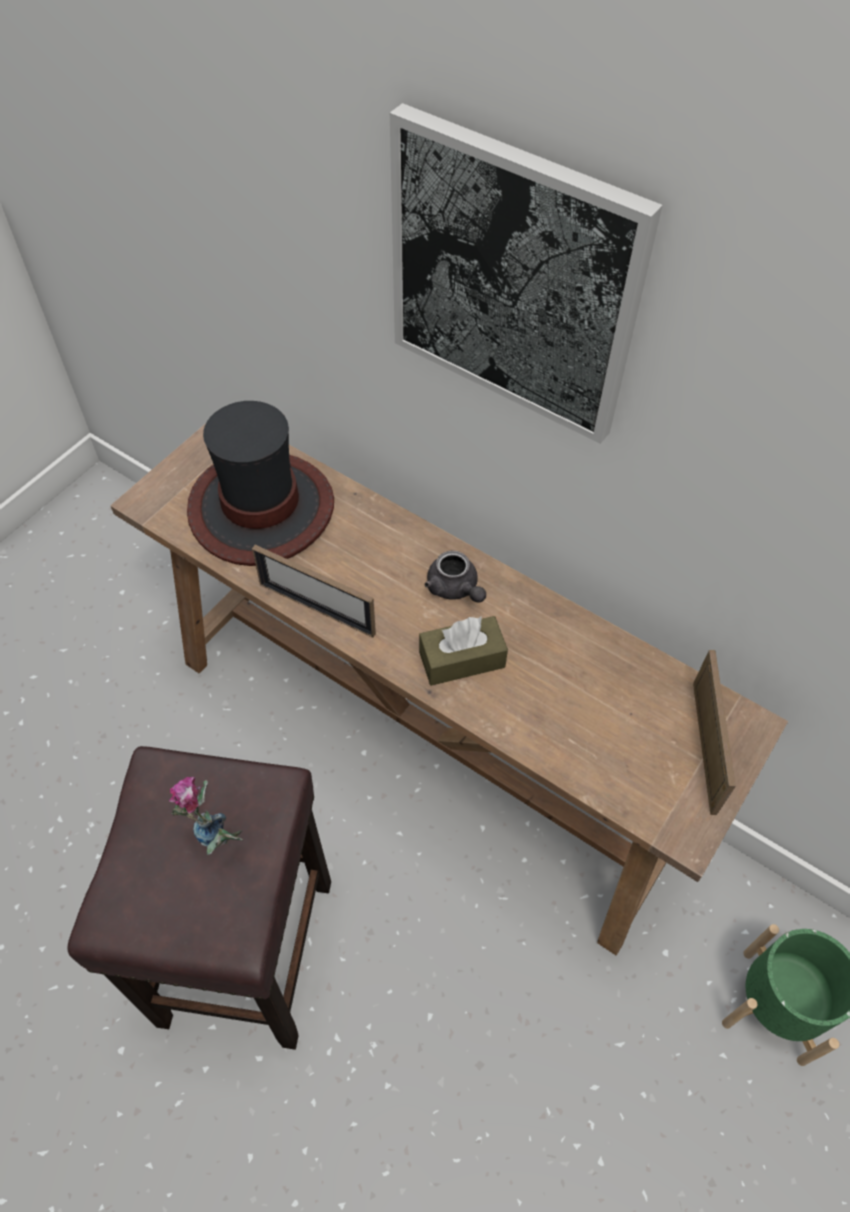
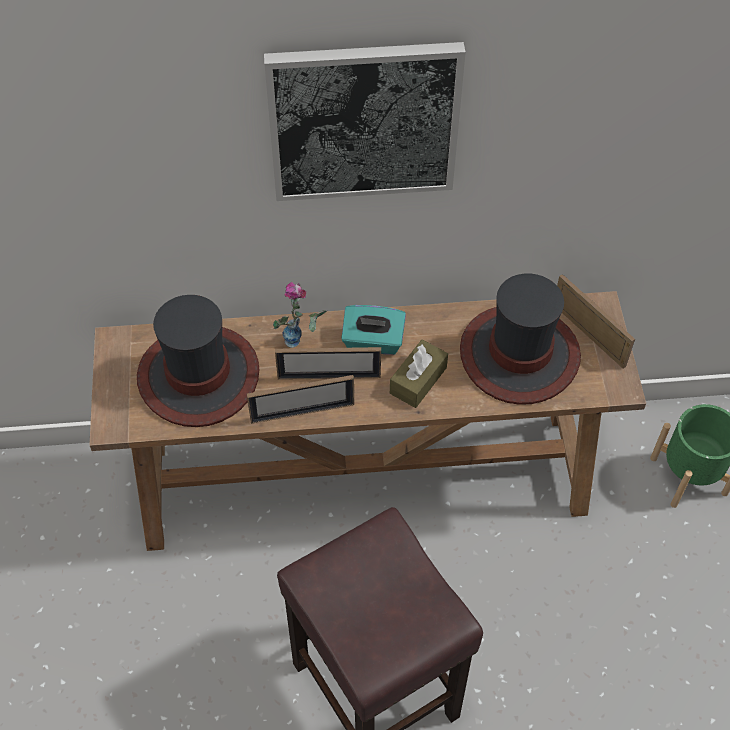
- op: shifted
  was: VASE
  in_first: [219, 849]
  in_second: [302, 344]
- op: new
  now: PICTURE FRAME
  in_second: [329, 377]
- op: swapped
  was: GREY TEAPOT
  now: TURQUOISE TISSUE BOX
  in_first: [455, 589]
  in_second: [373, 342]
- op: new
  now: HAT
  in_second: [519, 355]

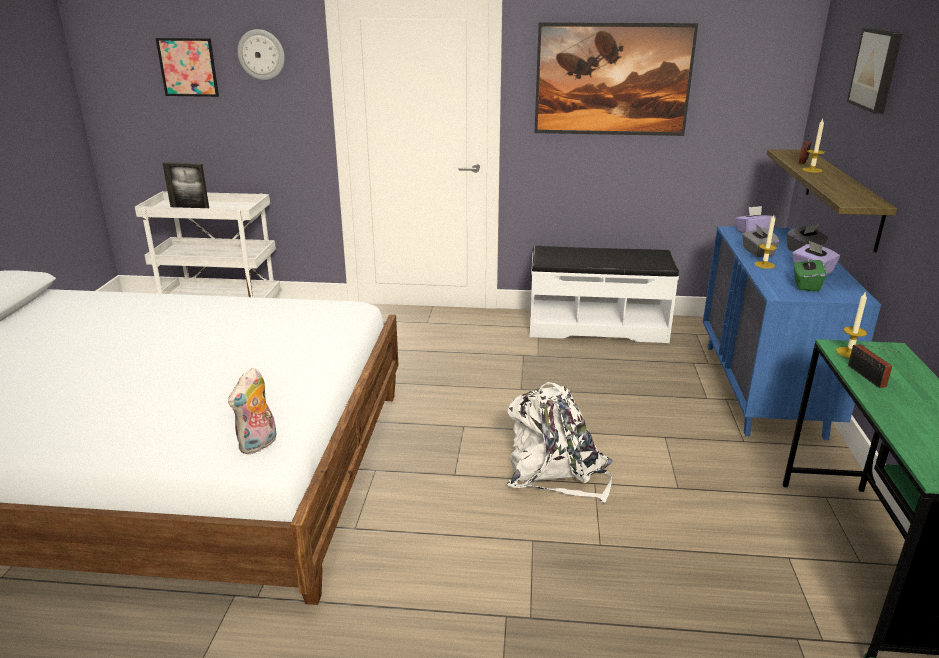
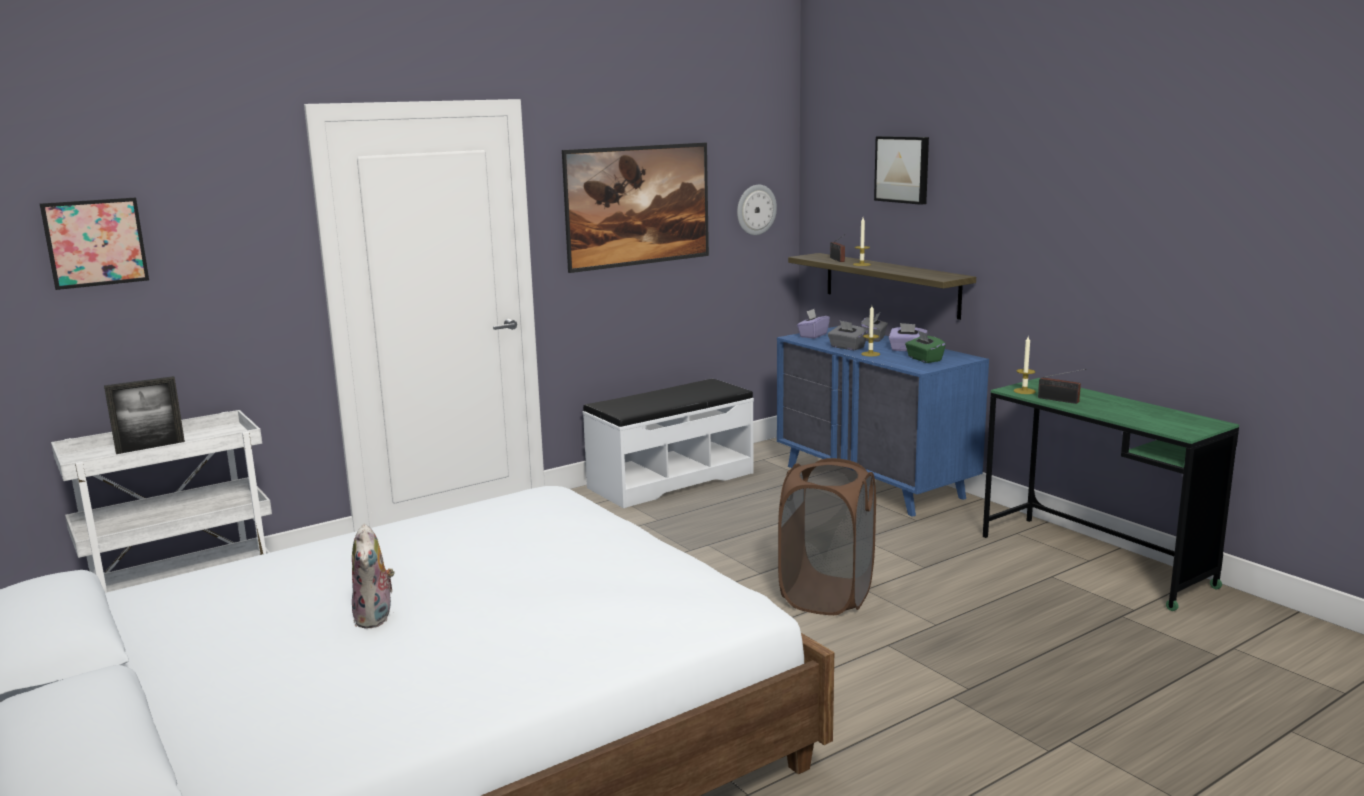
- op: shifted
  was: PLUSH TOY
  in_first: [258, 445]
  in_second: [376, 618]
- op: shifted
  was: WALL CLOCK
  in_first: [261, 54]
  in_second: [755, 209]
- op: swapped
  was: WHITE BACKPACK
  now: BROWN LAUNDRY BASKET
  in_first: [555, 473]
  in_second: [827, 596]

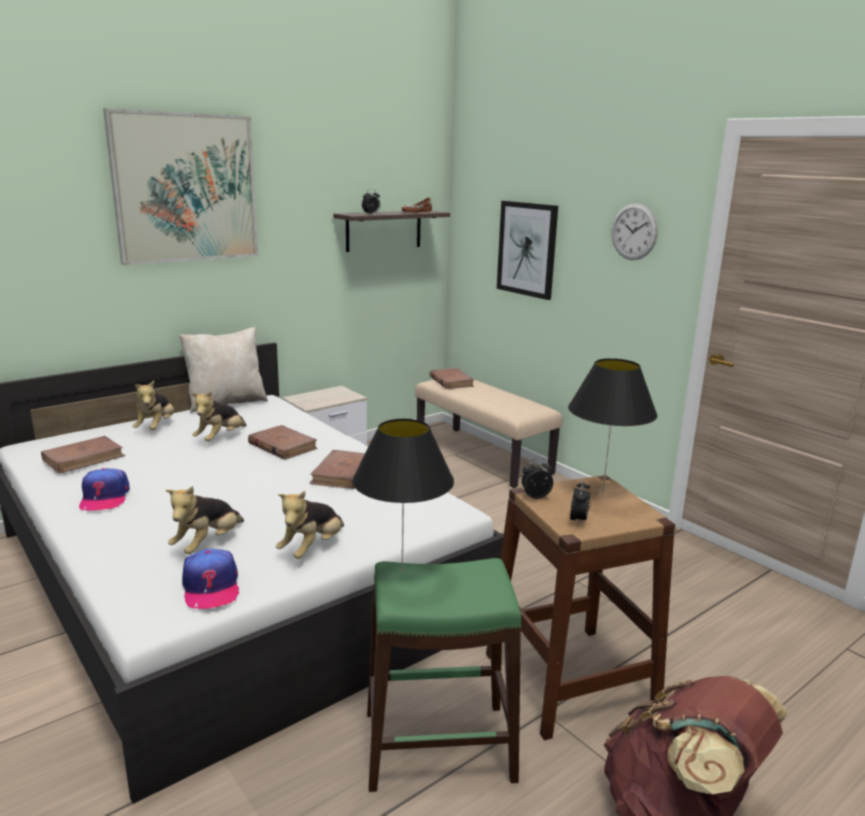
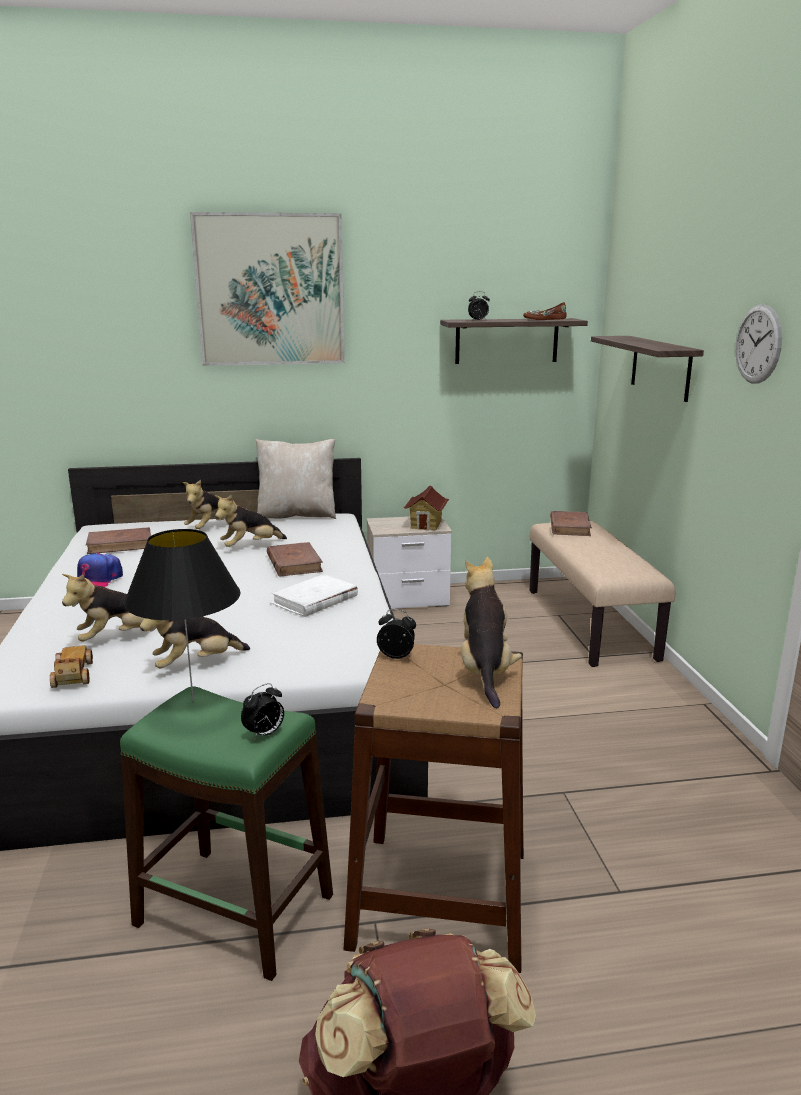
- op: swapped
  was: CAP
  now: TOY CAR
  in_first: [211, 587]
  in_second: [72, 675]
- op: shifted
  was: ALARM CLOCK
  in_first: [578, 520]
  in_second: [264, 734]
- op: repainted
  was: BROWN BOOK
  now: WHITE BOOK
  in_first: [343, 473]
  in_second: [314, 600]
- op: new
  now: TOY HOUSE
  in_second: [426, 525]
- op: swapped
  was: BLACK TABLE LAMP
  now: PLUSH TOY
  in_first: [603, 493]
  in_second: [485, 671]
- op: swapped
  was: PICTURE
  now: SHELF
  in_first: [527, 249]
  in_second: [660, 367]

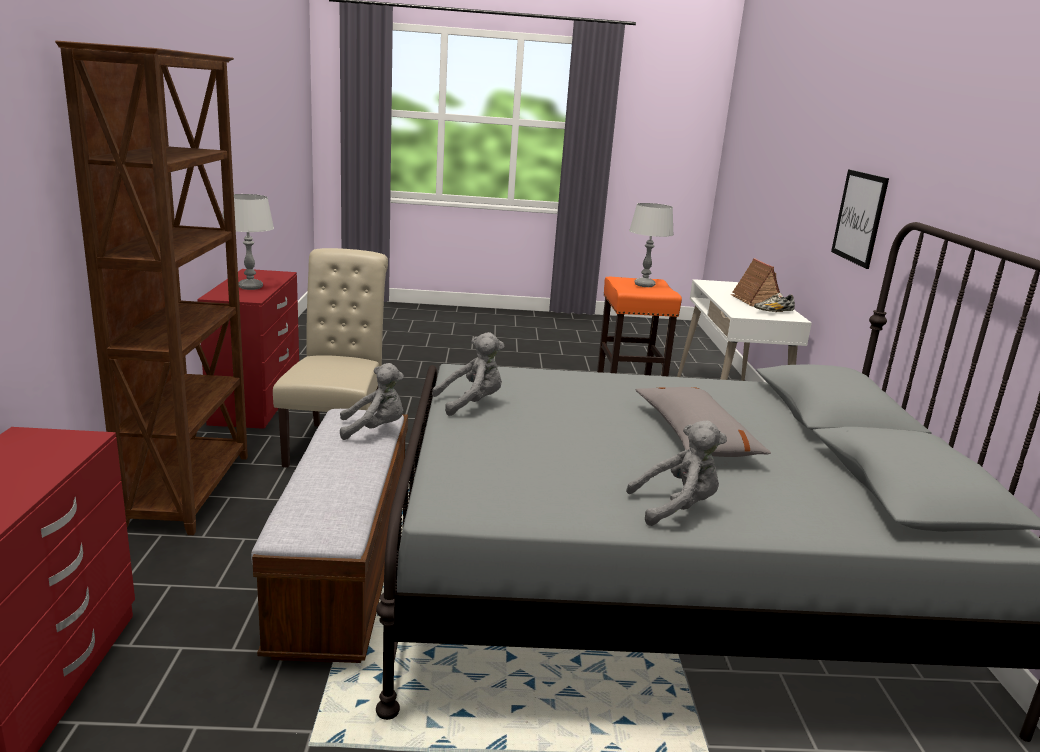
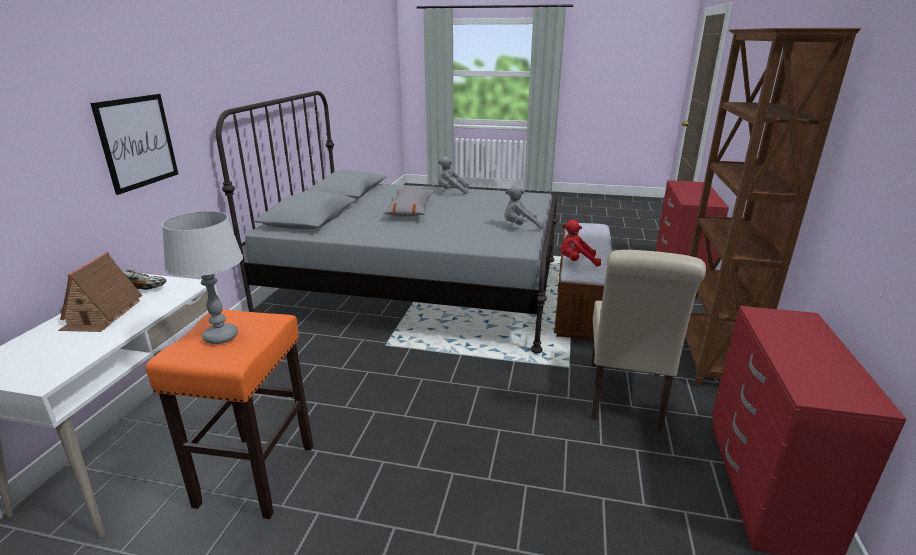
- op: repainted
  was: GREY PLUSH TOY
  now: RED PLUSH TOY
  in_first: [375, 429]
  in_second: [576, 262]
- op: gone
  was: GREY TABLE LAMP
  in_first: [250, 287]

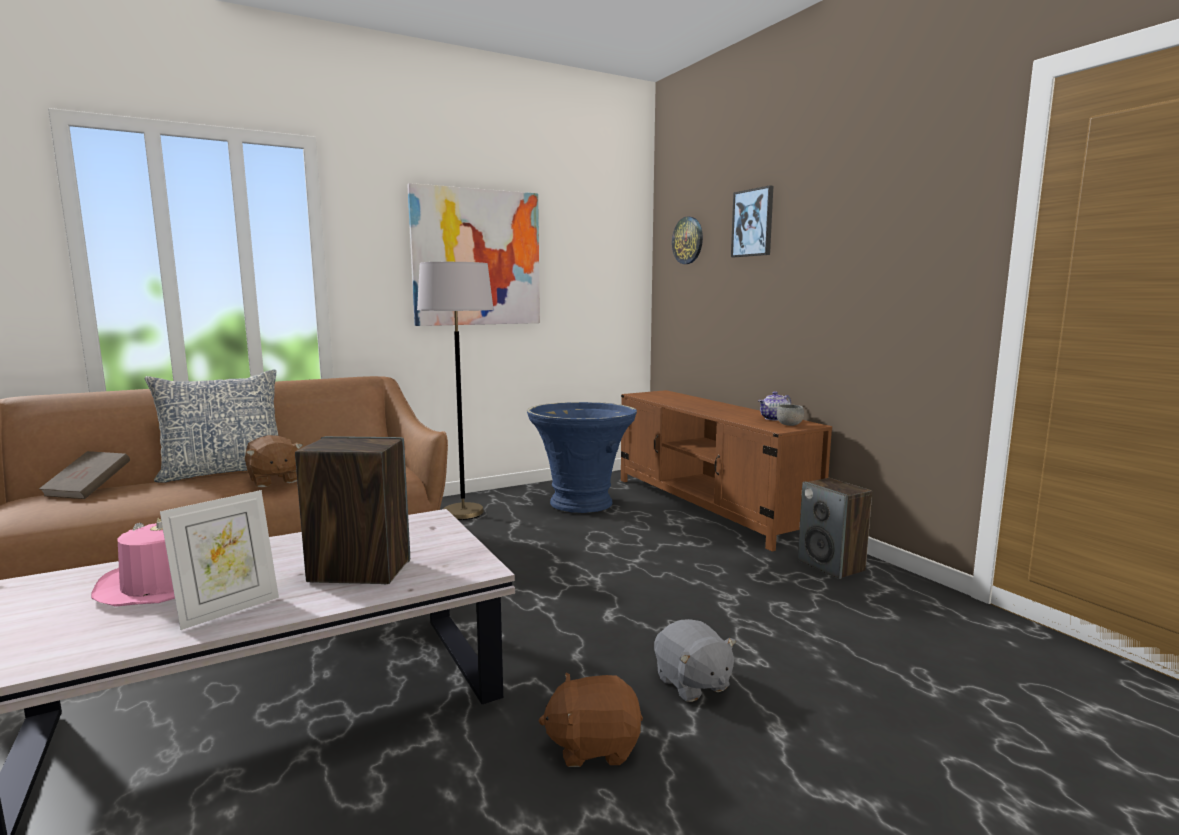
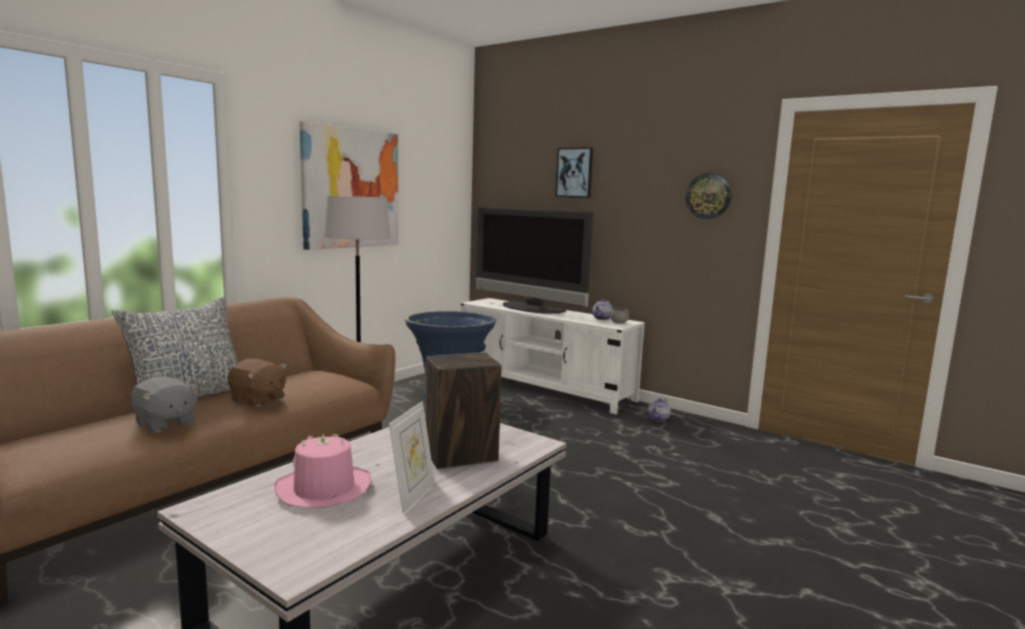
- op: shifted
  was: GREY PLUSH TOY
  in_first: [692, 683]
  in_second: [165, 423]
- op: repainted
  was: BROWN TV STAND
  now: WHITE TV STAND
  in_first: [709, 505]
  in_second: [544, 387]
- op: new
  now: TELEVISION
  in_second: [529, 308]
- op: swapped
  was: SPEAKER
  now: TEAPOT
  in_first: [831, 566]
  in_second: [658, 419]
- op: shifted
  was: WALL CLOCK
  in_first: [688, 240]
  in_second: [708, 196]
- op: gone
  was: BROWN BOOK
  in_first: [89, 490]
- op: gone
  was: BROWN PLUSH TOY
  in_first: [593, 745]

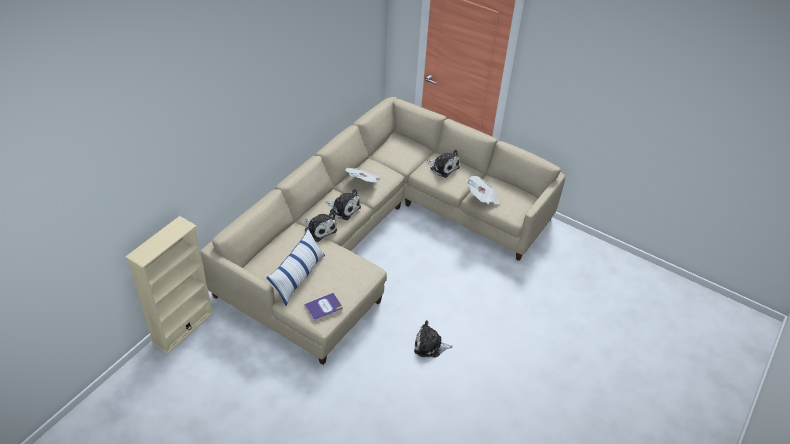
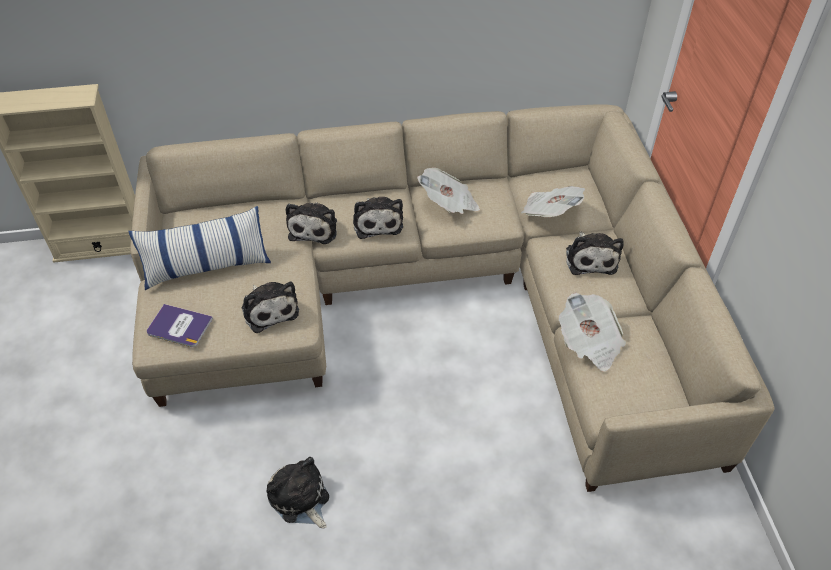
- op: new
  now: PLUSH TOY
  in_second: [269, 309]
- op: new
  now: NEWSPAPER
  in_second: [550, 212]

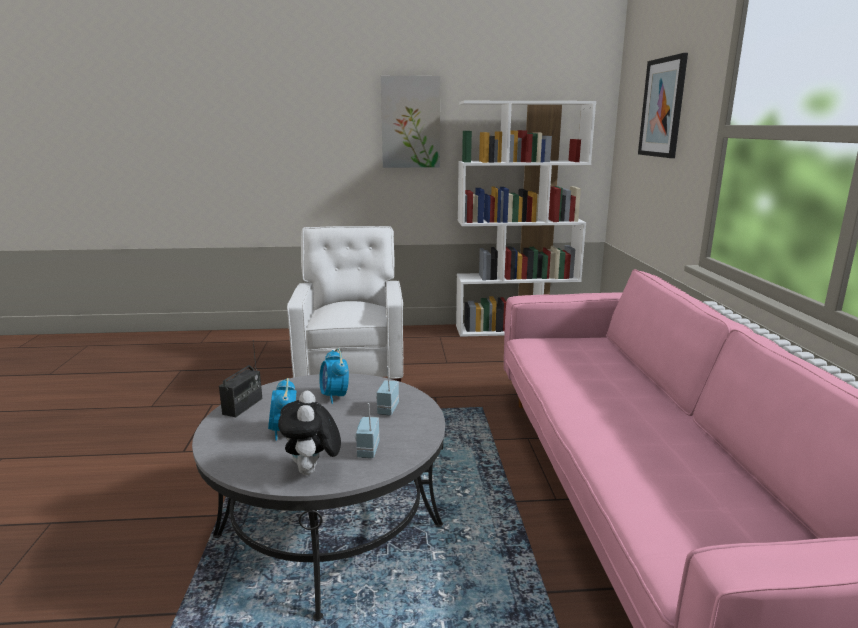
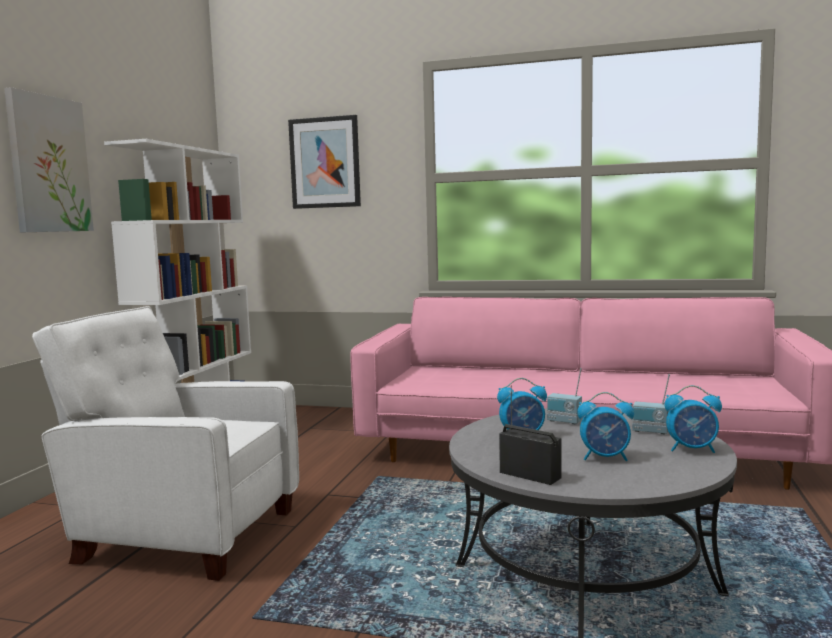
- op: swapped
  was: PLUSH TOY
  now: ALARM CLOCK
  in_first: [312, 471]
  in_second: [692, 449]

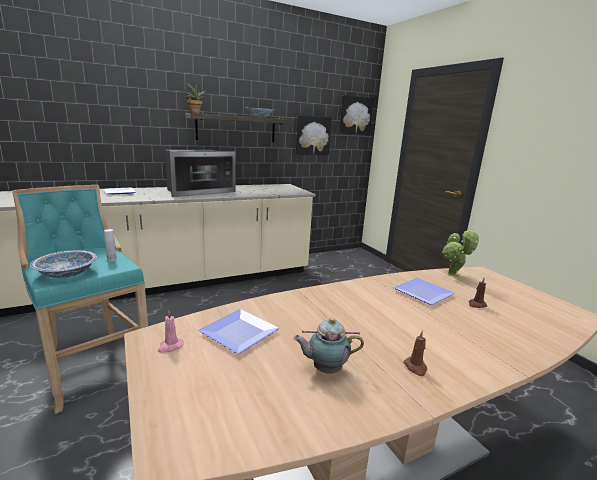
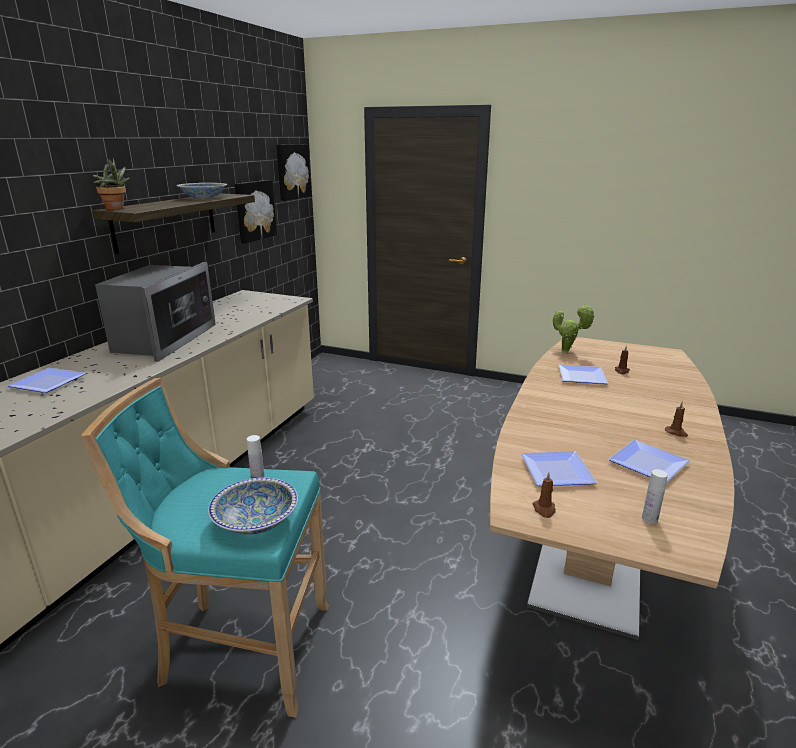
- op: repainted
  was: PINK CANDLE
  now: BROWN CANDLE
  in_first: [170, 346]
  in_second: [544, 509]
- op: swapped
  was: TEAPOT
  now: PLATE
  in_first: [325, 369]
  in_second: [647, 462]
- op: new
  now: WHITE BOTTLE
  in_second: [649, 519]

